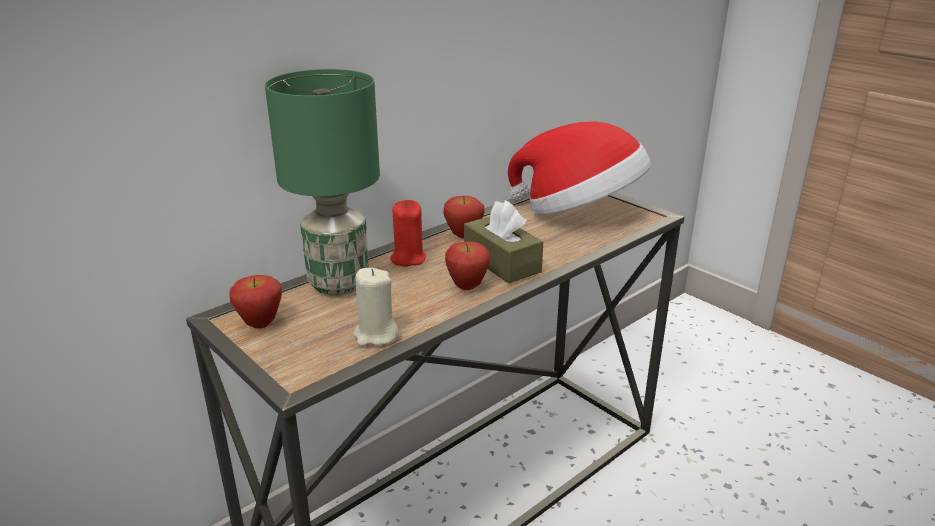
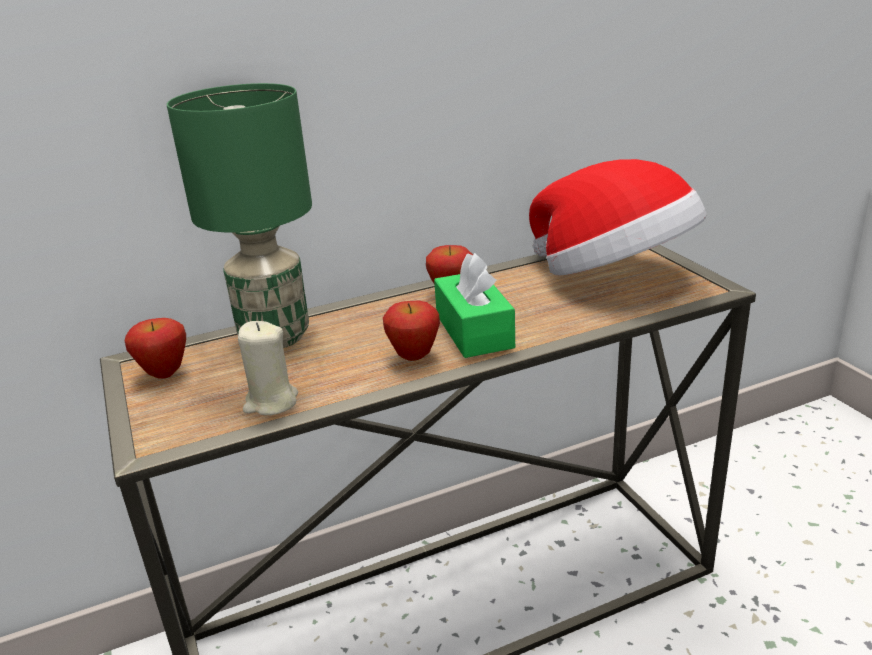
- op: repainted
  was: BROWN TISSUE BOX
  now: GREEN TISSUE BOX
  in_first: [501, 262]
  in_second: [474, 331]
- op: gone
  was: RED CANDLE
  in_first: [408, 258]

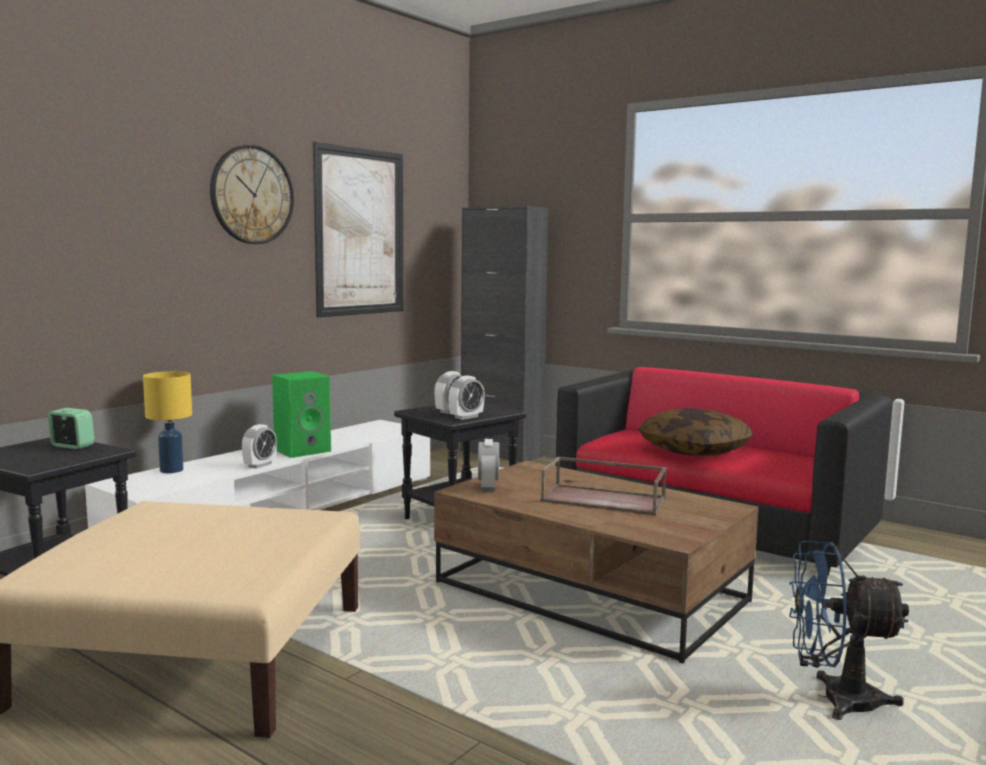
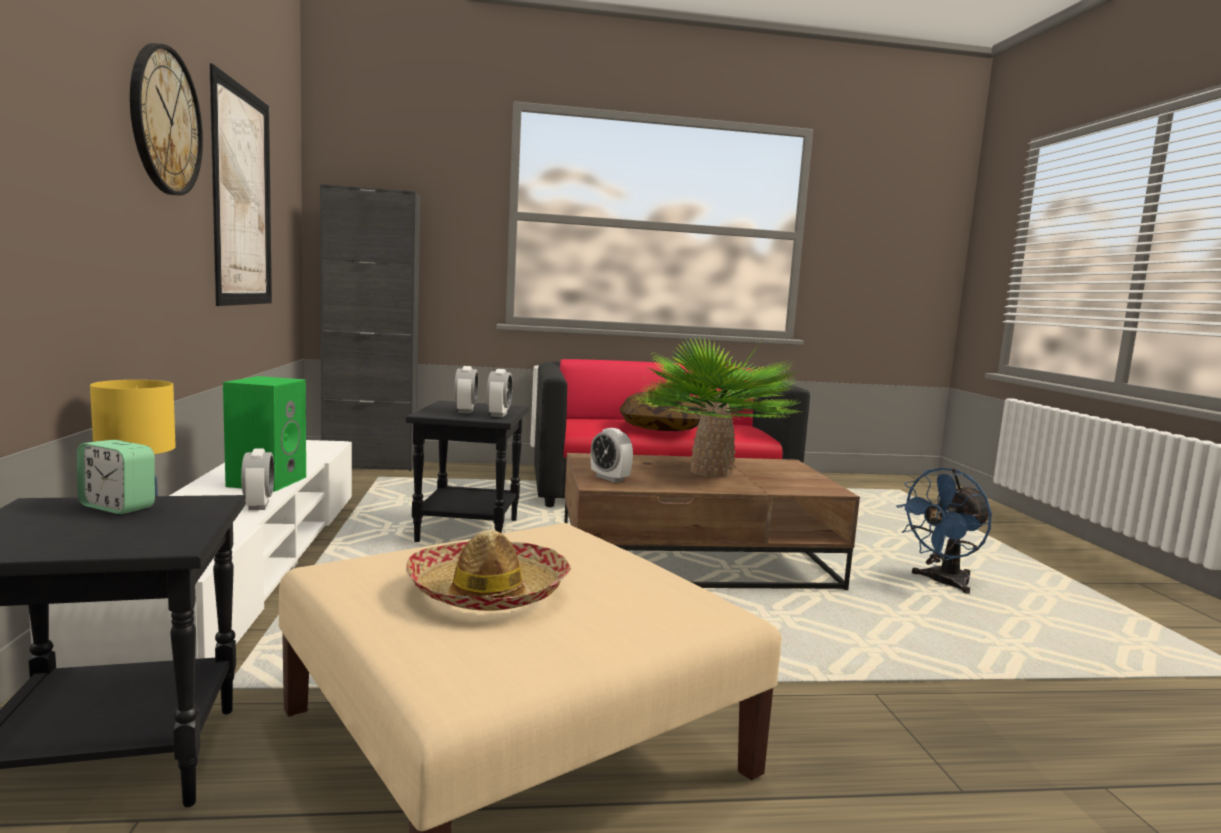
- op: rotated
  was: ALARM CLOCK
  in_first: [72, 446]
  in_second: [117, 507]
  clockwise: -135
- op: new
  now: HAT
  in_second: [488, 591]
- op: swapped
  was: BROWN TRAY
  now: POTTED PLANT
  in_first: [605, 499]
  in_second: [711, 472]

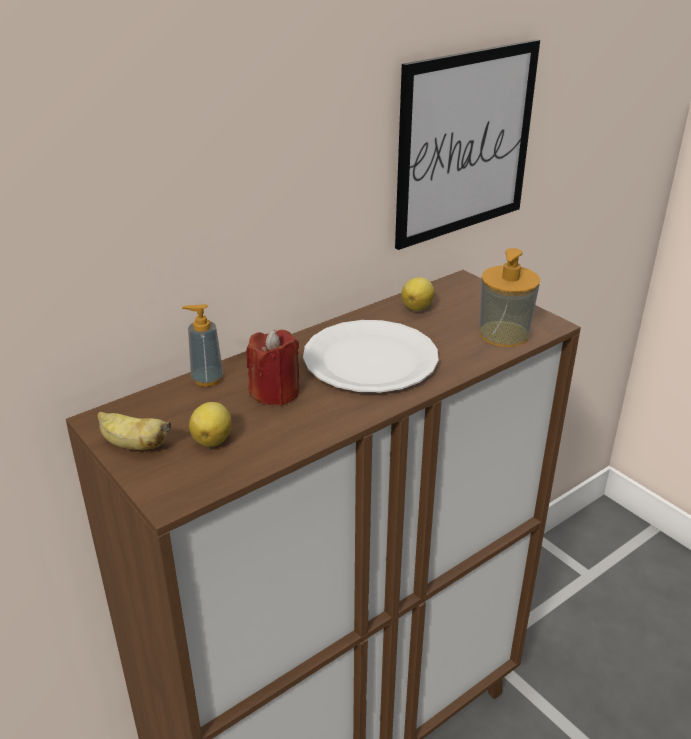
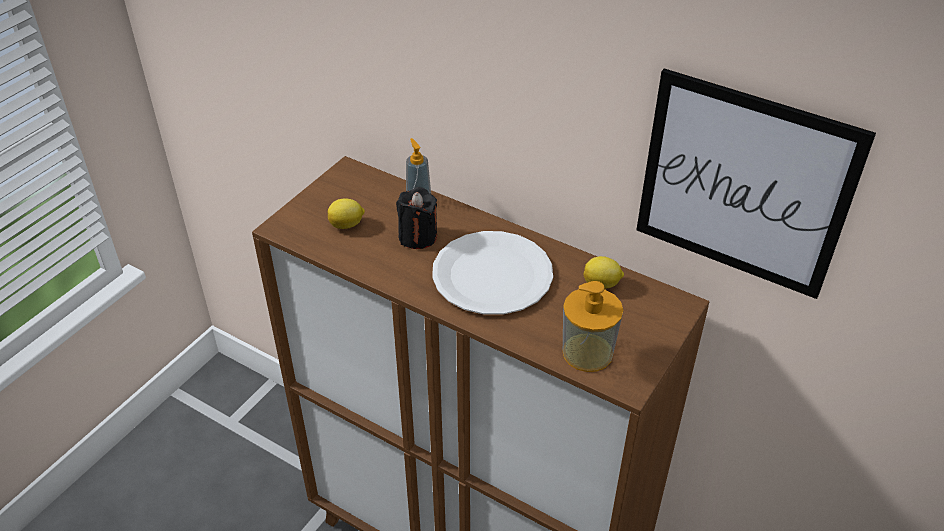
- op: repainted
  was: RED CANDLE
  now: BLACK CANDLE
  in_first: [275, 392]
  in_second: [418, 236]
- op: gone
  was: BANANA
  in_first: [133, 445]

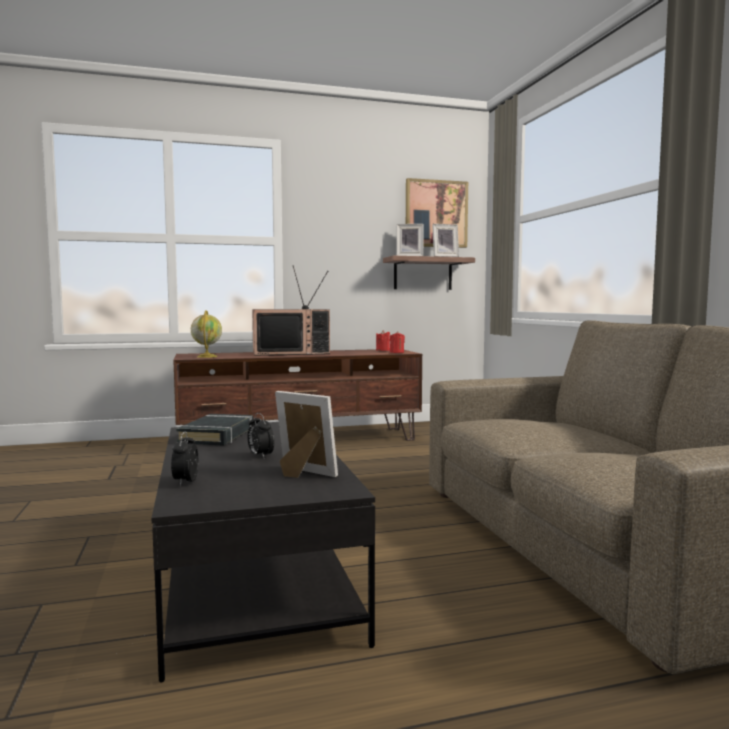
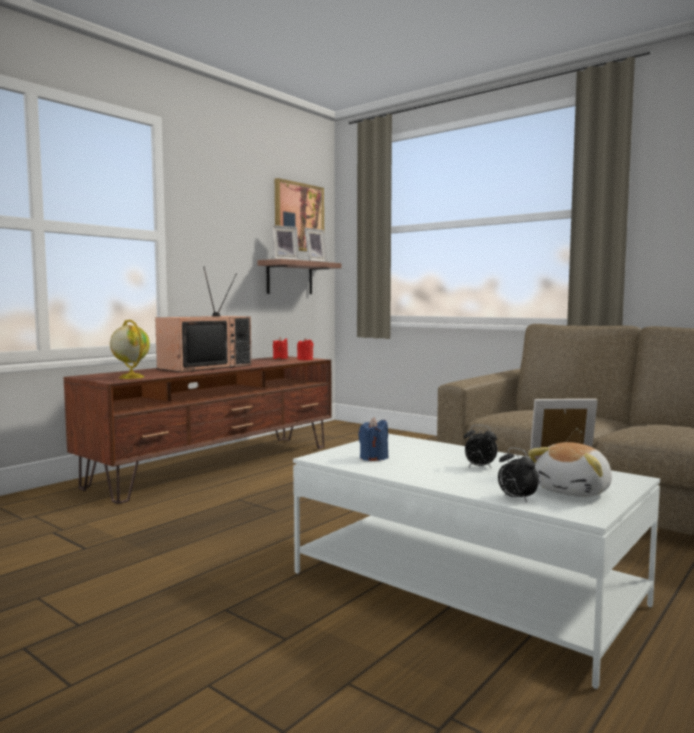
- op: repainted
  was: BLACK COFFEE TABLE
  now: WHITE COFFEE TABLE
  in_first: [254, 574]
  in_second: [464, 588]
- op: swapped
  was: BLACK BOOK
  now: BLUE CANDLE
  in_first: [218, 436]
  in_second: [373, 458]
- op: new
  now: PLUSH TOY
  in_second: [574, 491]

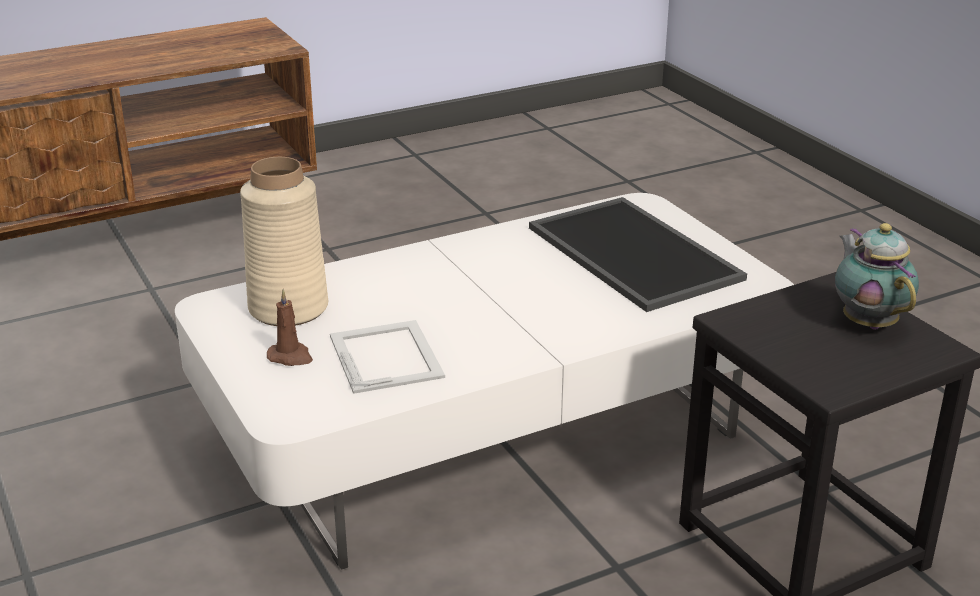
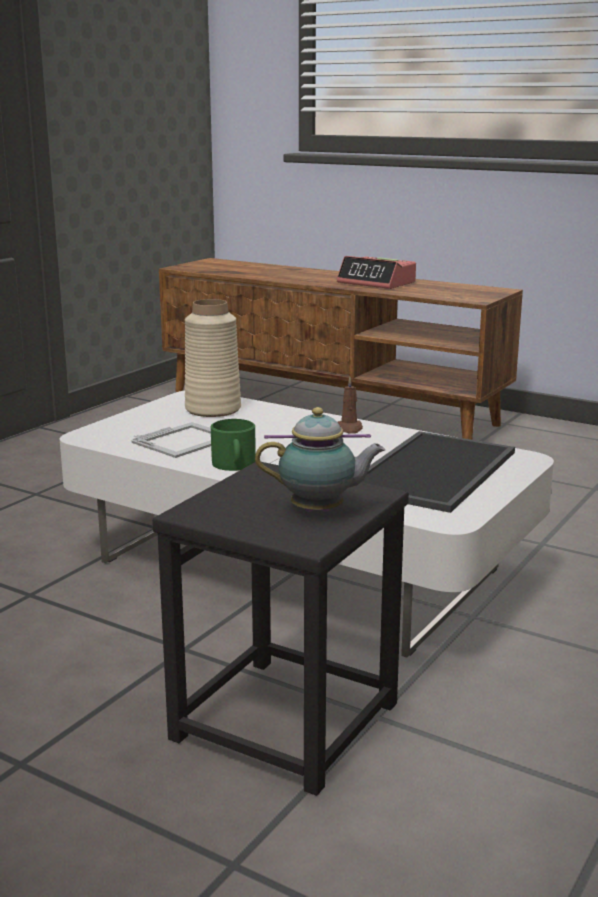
- op: new
  now: GREEN MUG
  in_second: [234, 465]
- op: rotated
  was: TEAPOT
  in_first: [867, 322]
  in_second: [321, 511]
  clockwise: 45
- op: new
  now: ALARM CLOCK
  in_second: [377, 283]
- op: shifted
  was: BROWN CANDLE
  in_first: [291, 357]
  in_second: [349, 428]

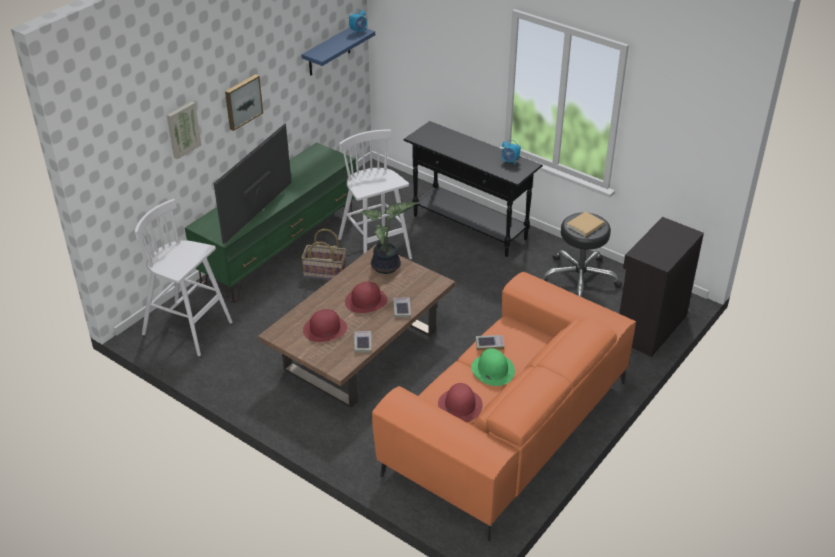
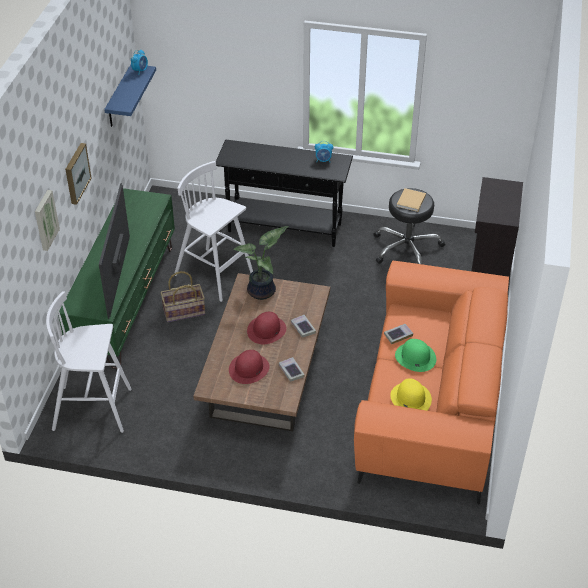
- op: repainted
  was: RED HAT
  now: YELLOW HAT
  in_first: [460, 405]
  in_second: [410, 398]

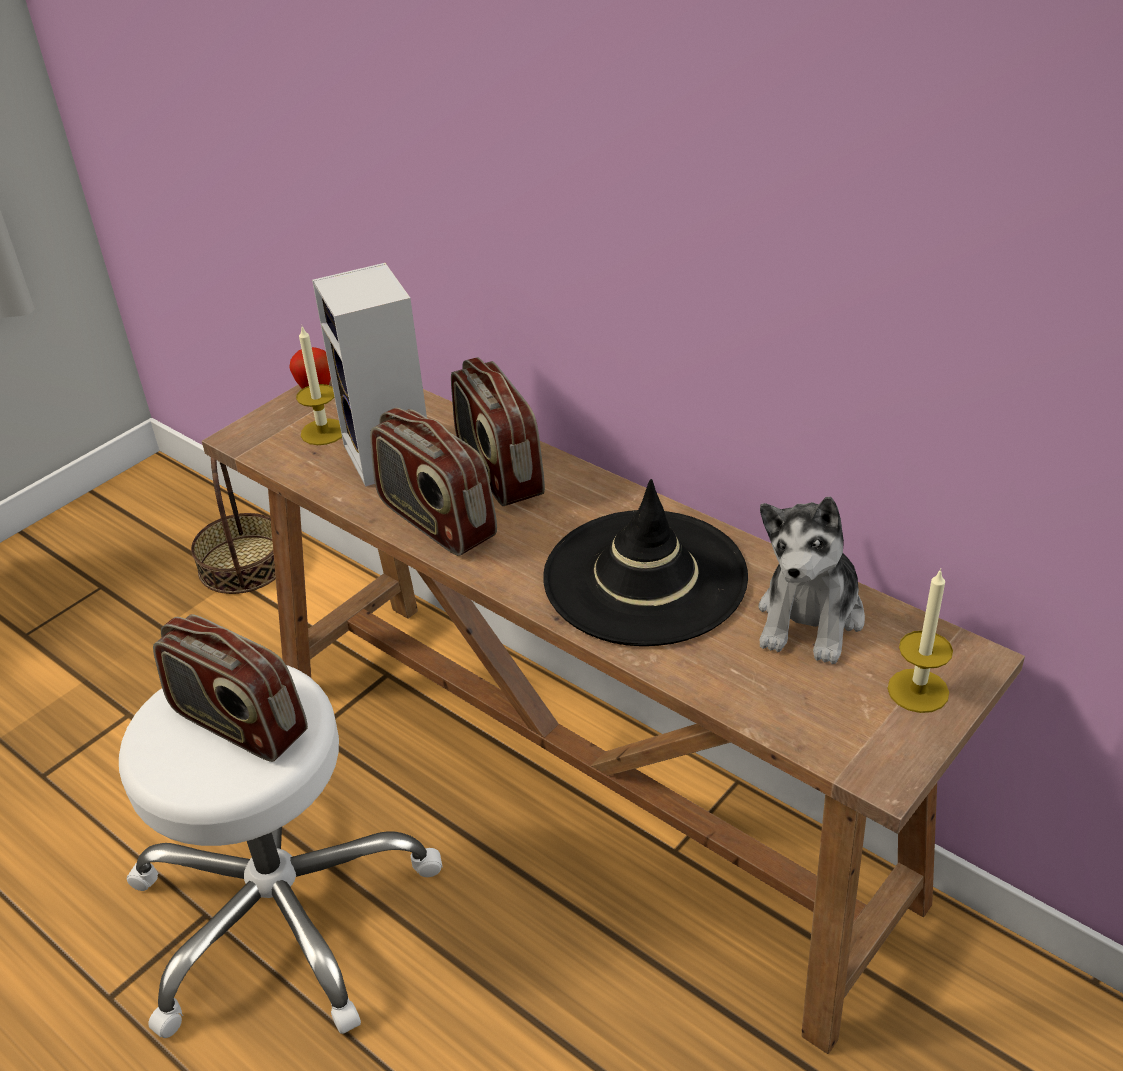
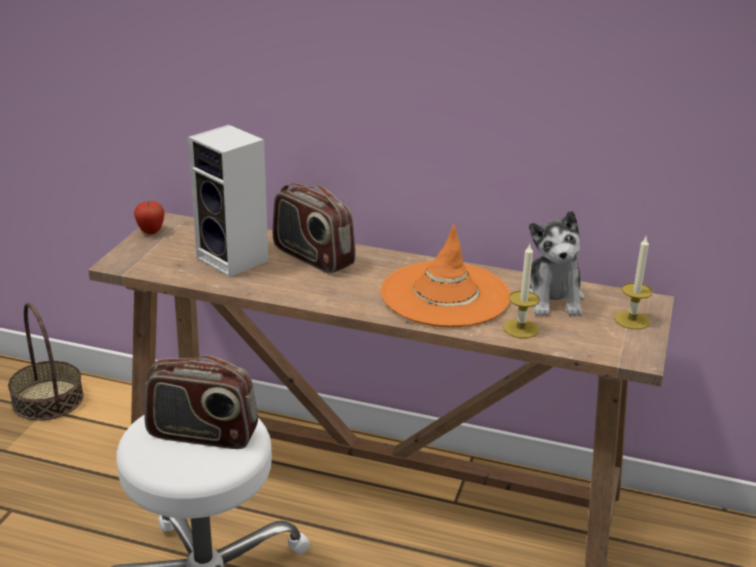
- op: repainted
  was: BLACK HAT
  now: ORANGE HAT
  in_first: [645, 577]
  in_second: [445, 295]
- op: shifted
  was: CANDLE
  in_first: [323, 432]
  in_second: [521, 328]
- op: gone
  was: RADIO
  in_first: [435, 520]

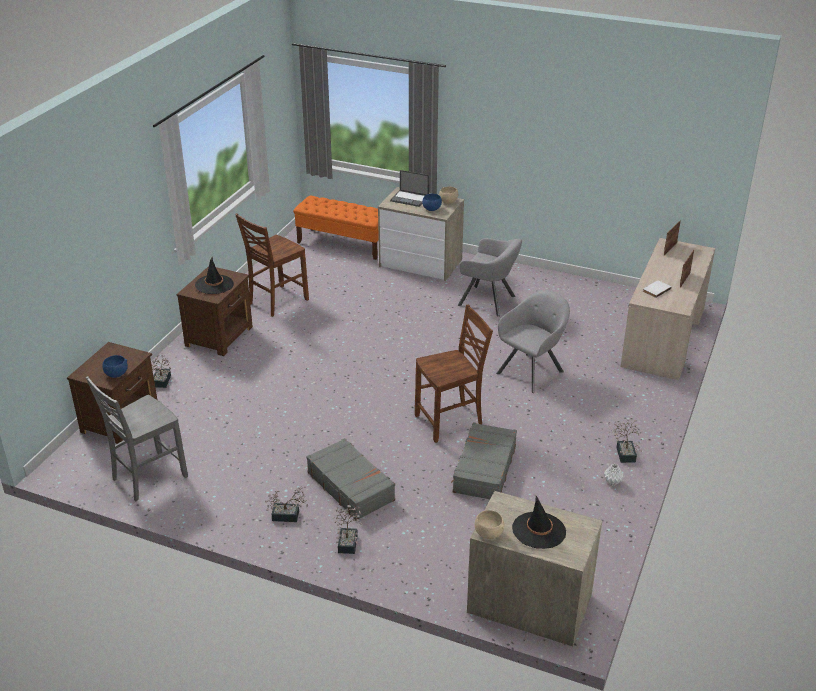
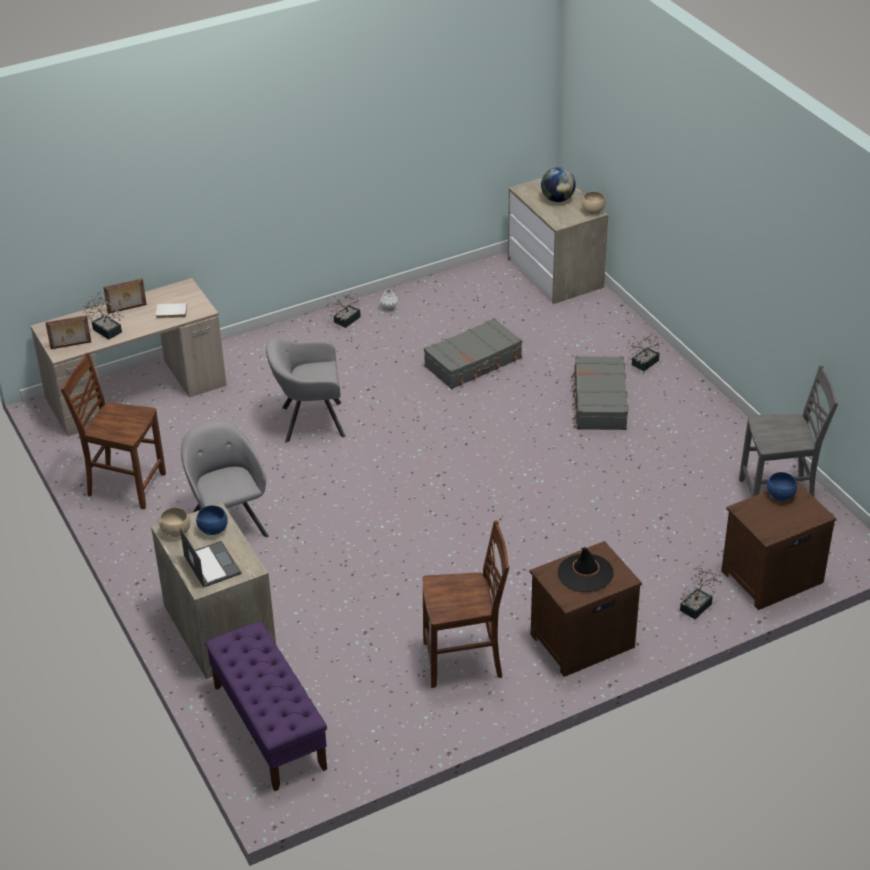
- op: shifted
  was: BROWN CHAIR
  in_first: [450, 422]
  in_second: [125, 485]
- op: shifted
  was: POTTED PLANT
  in_first: [289, 516]
  in_second: [105, 329]
- op: repainted
  was: ORANGE BENCH
  now: PURPLE BENCH
  in_first: [343, 244]
  in_second: [269, 727]
- op: swapped
  was: BLACK HAT
  now: GLOBE
  in_first: [539, 530]
  in_second: [557, 199]

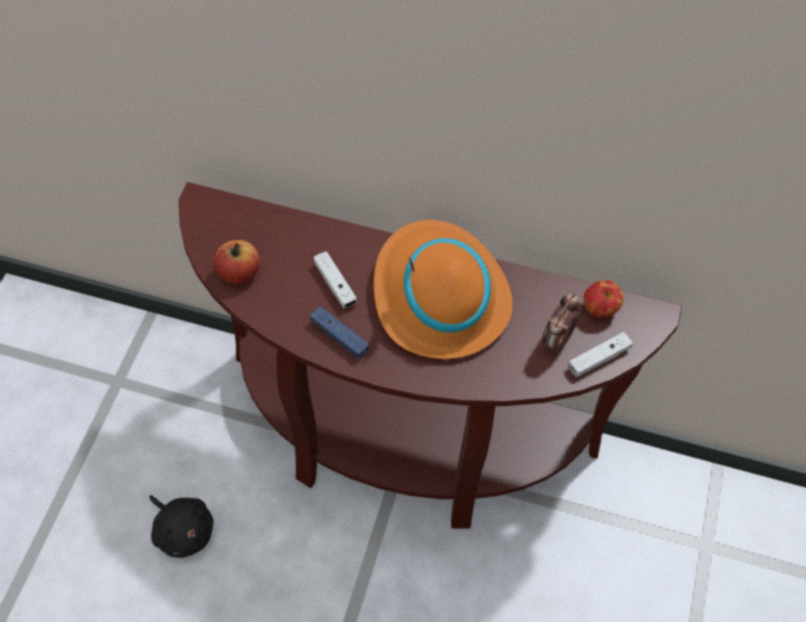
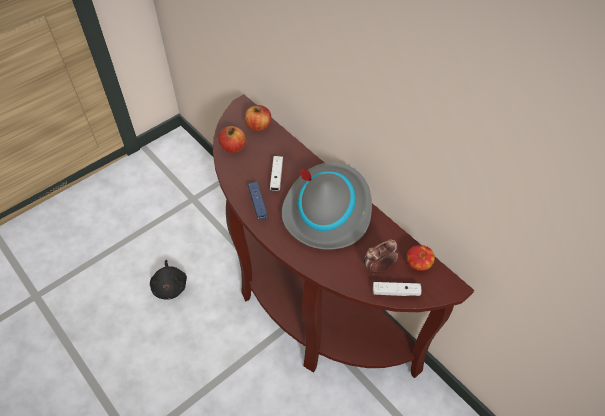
- op: new
  now: APPLE
  in_second: [258, 126]
- op: repainted
  was: ORANGE HAT
  now: GREY HAT
  in_first: [438, 296]
  in_second: [327, 210]

